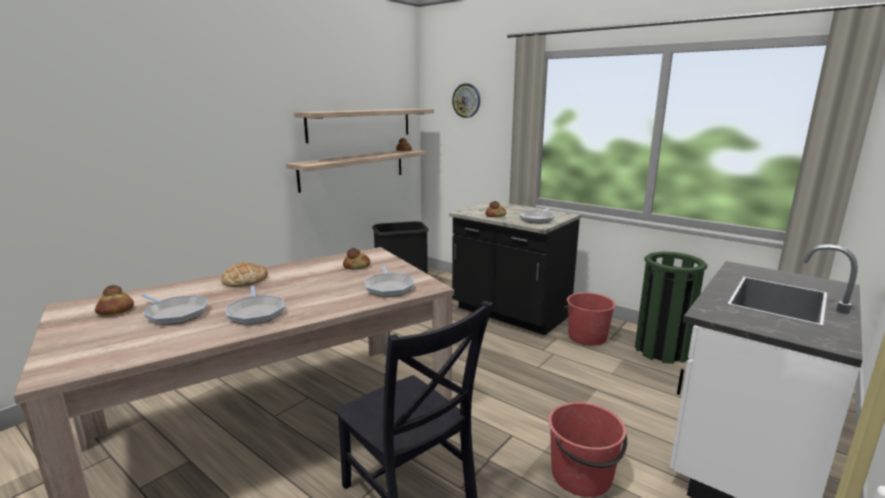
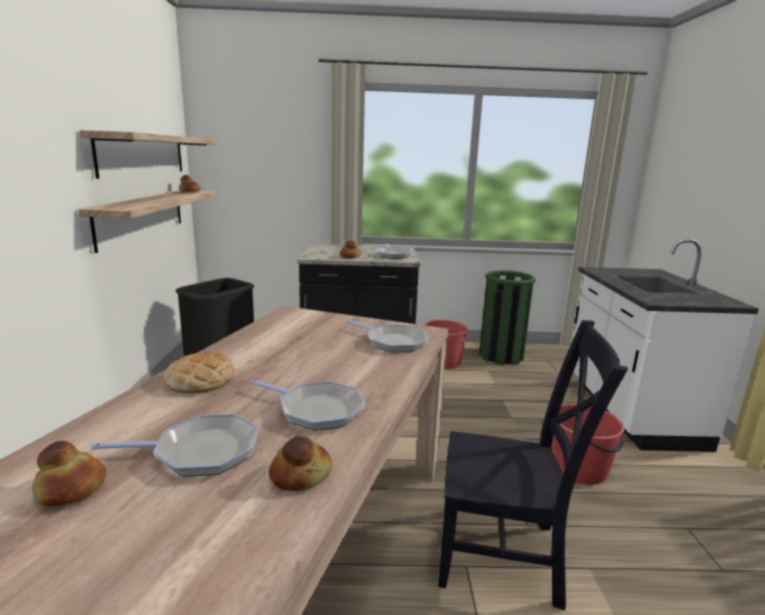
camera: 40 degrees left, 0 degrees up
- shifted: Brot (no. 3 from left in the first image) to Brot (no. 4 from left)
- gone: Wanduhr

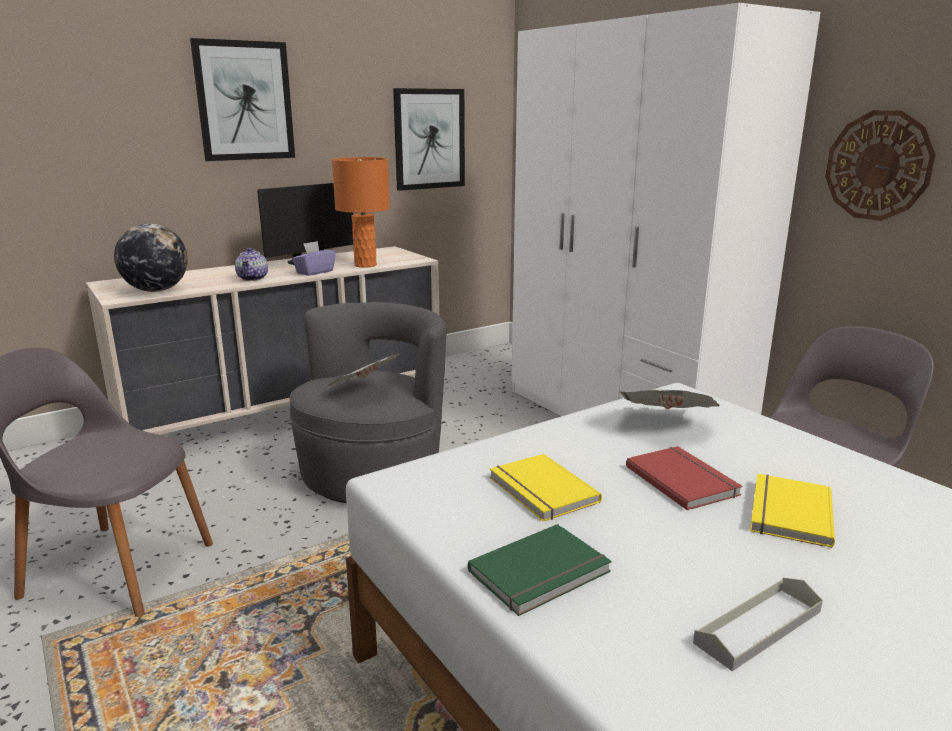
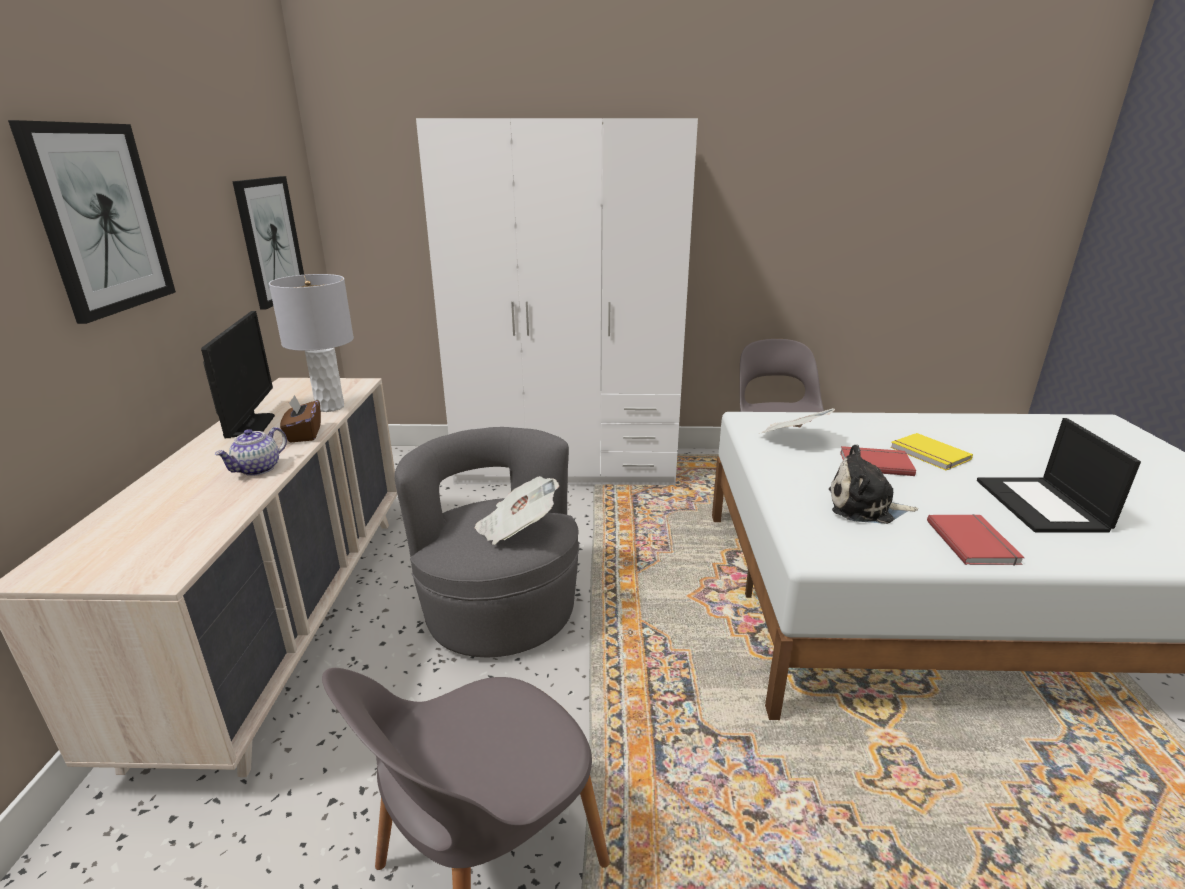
camera: 55 degrees left, 5 degrees up
- gone: Globus
- rotated: Teekanne 90 degrees clockwise
- repainted: Taschentuchbox (lila) to Taschentuchbox (braun)
- repainted: Tischlampe (orange) to Tischlampe (grau)
- repainted: Buch (grün) to Buch (rot) (no. 2 from left)
- swapped: Buch (gelb) (no. 1 from left) to Plüschtier
- swapped: Tablett (grau) to Laptop
- gone: Wanduhr

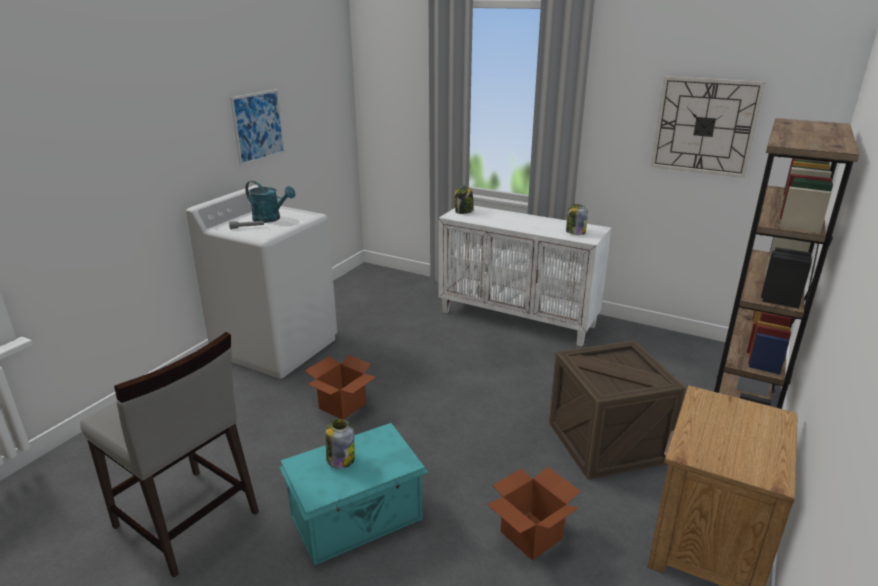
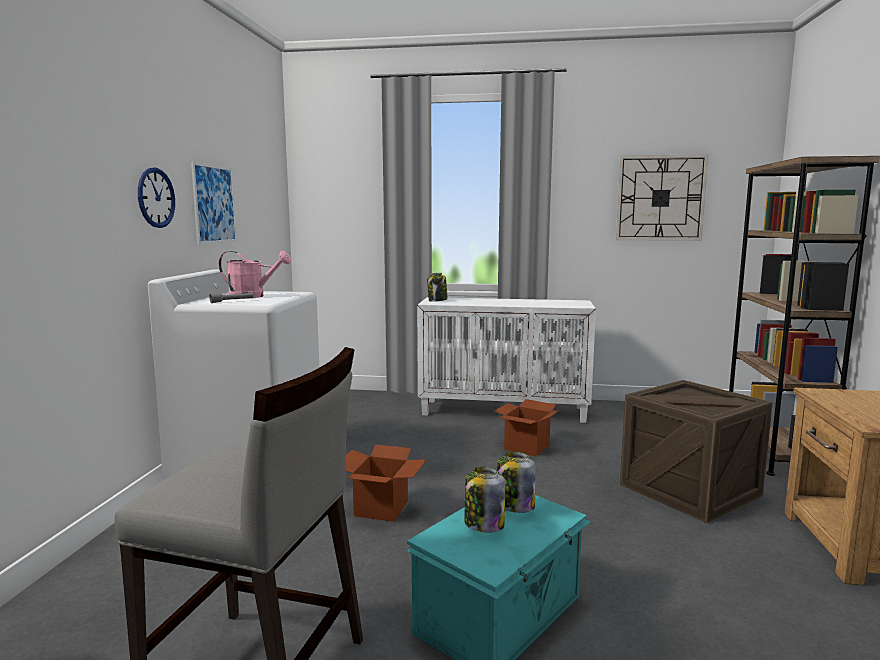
camera: 20 degrees left, 15 degrees down
- repainted: Gießkanne (türkis) to Gießkanne (rosa)
- shifted: Karton (no. 2 from left)
- shifted: Vorratsglas (no. 3 from left)
- new: Wanduhr (no. 1 from left)

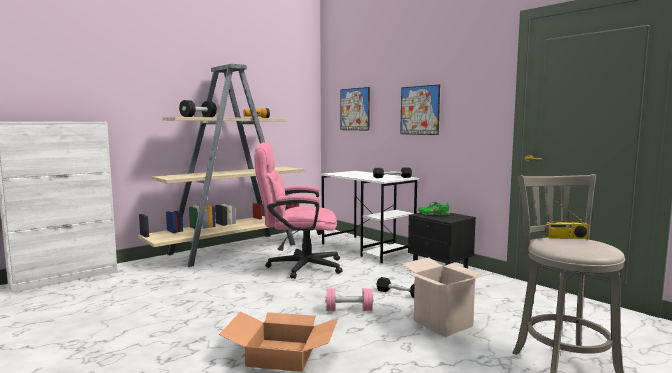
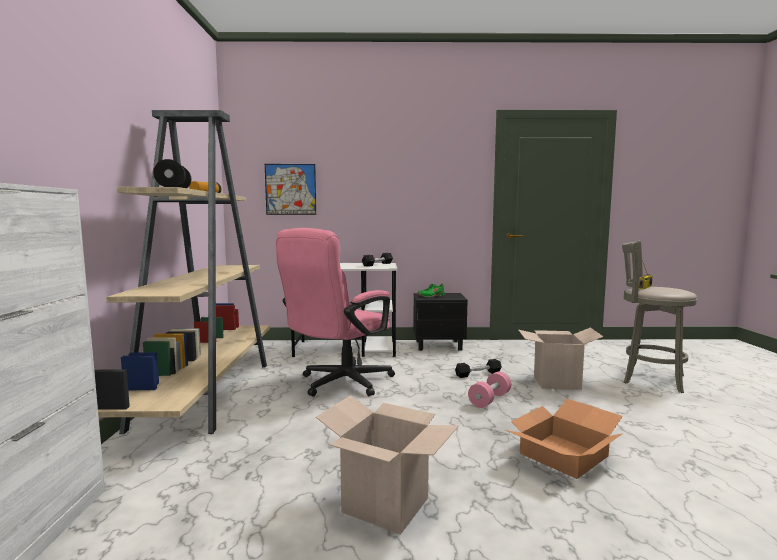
camera: 50 degrees left, 0 degrees up
- gone: Bild (no. 2 from left)
- new: Karton (no. 1 from left)

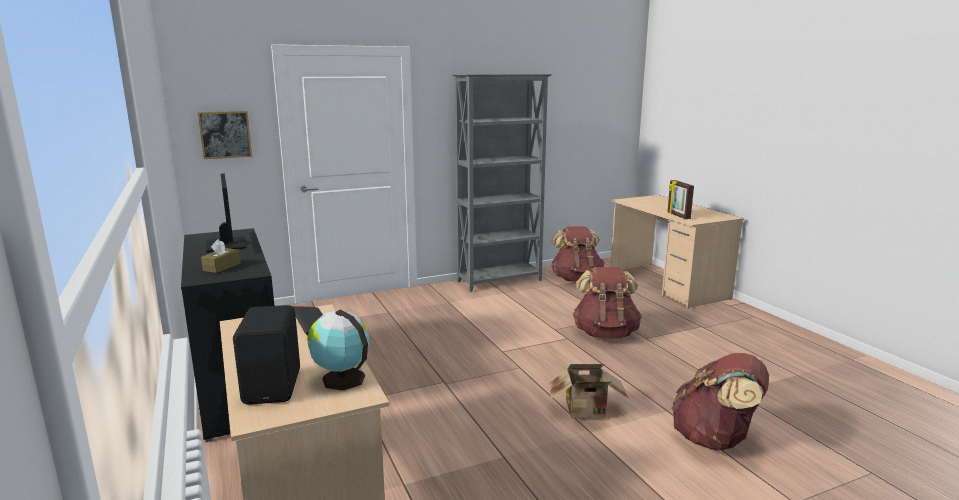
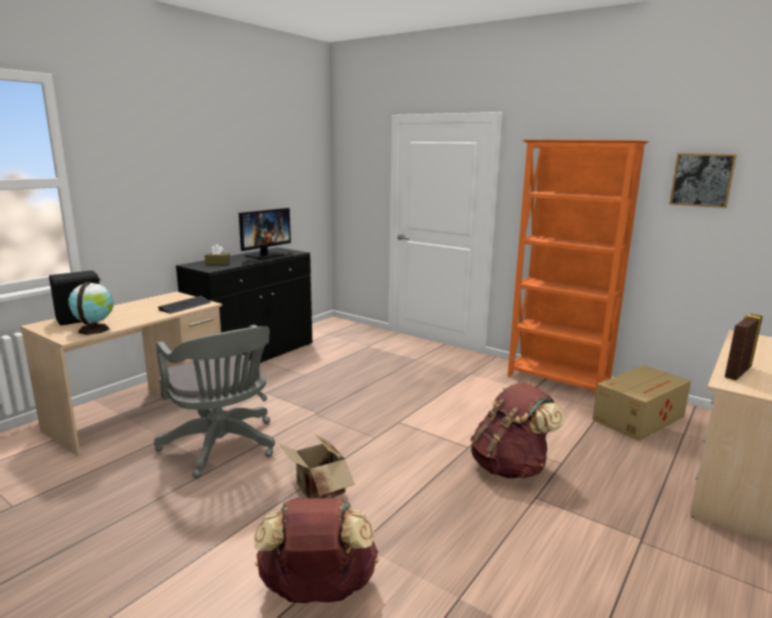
camera: 60 degrees right, 0 degrees up
- shifted: Bild
- repainted: Bücherregal (grau) to Bücherregal (orange)
- swapped: Rucksack (braun) (no. 1 from left) to Karton (no. 2 from left)
- new: Bürostuhl (grau)

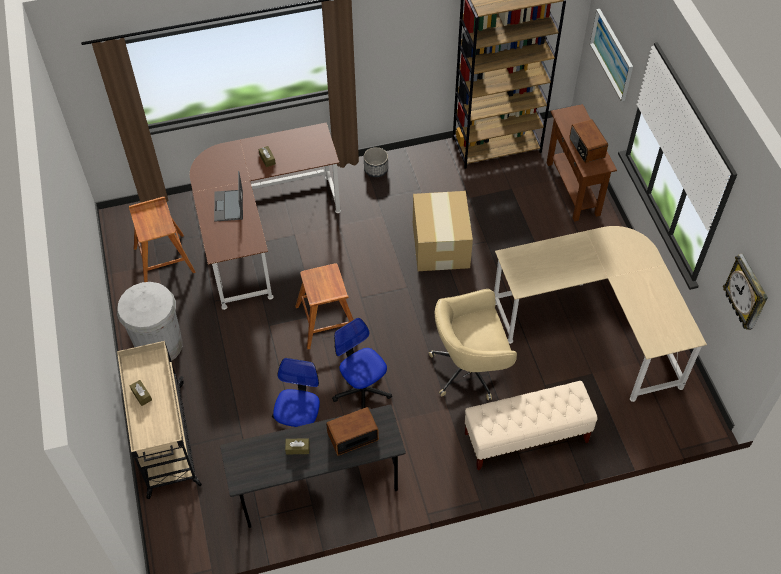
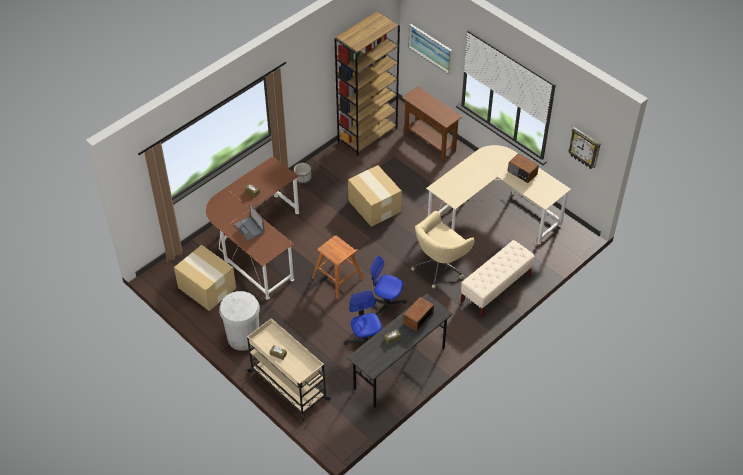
camera: 30 degrees left, 5 degrees down
- swapped: Hocker (braun) (no. 1 from left) to Karton (no. 1 from left)
- shifted: Radio (no. 2 from left)

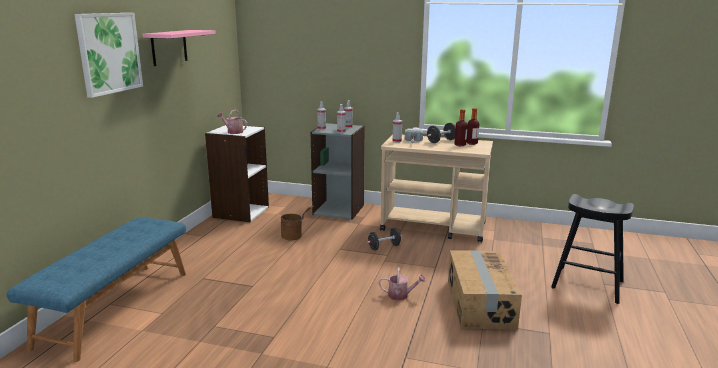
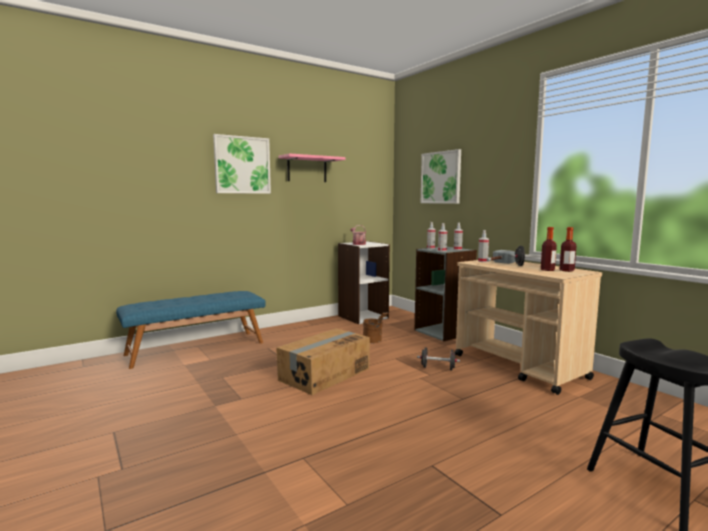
camera: 40 degrees right, 10 degrees down
- gone: Gießkanne (no. 2 from left)
- shifted: Karton
- new: Bild (no. 2 from left)

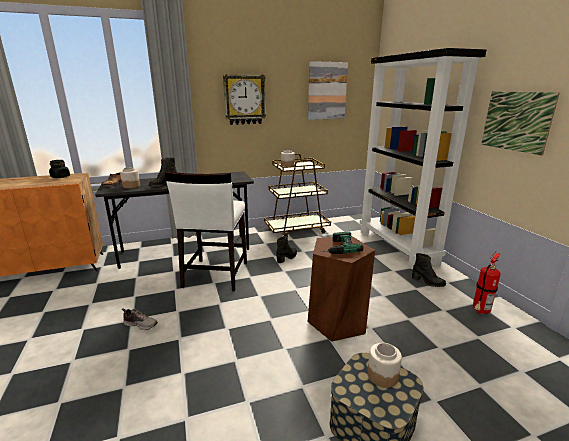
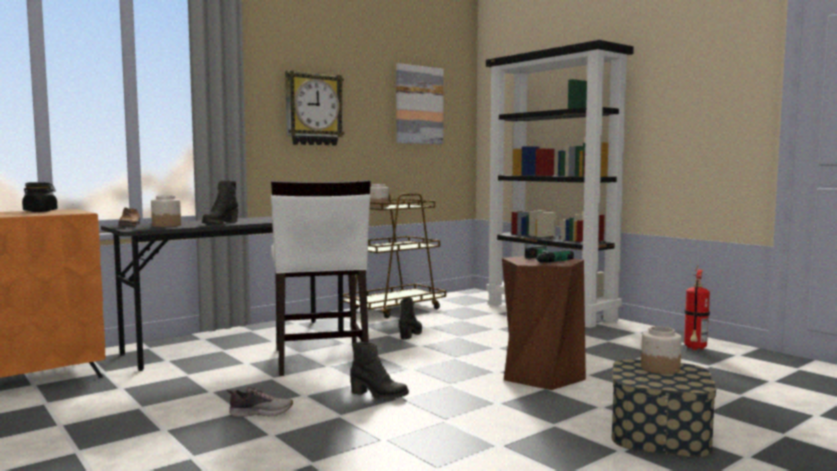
camera: 20 degrees left, 15 degrees down
- shifted: Stiefel (schwarz) (no. 3 from left in the first image) to Stiefel (schwarz) (no. 2 from left)
- gone: Bild (no. 2 from left)

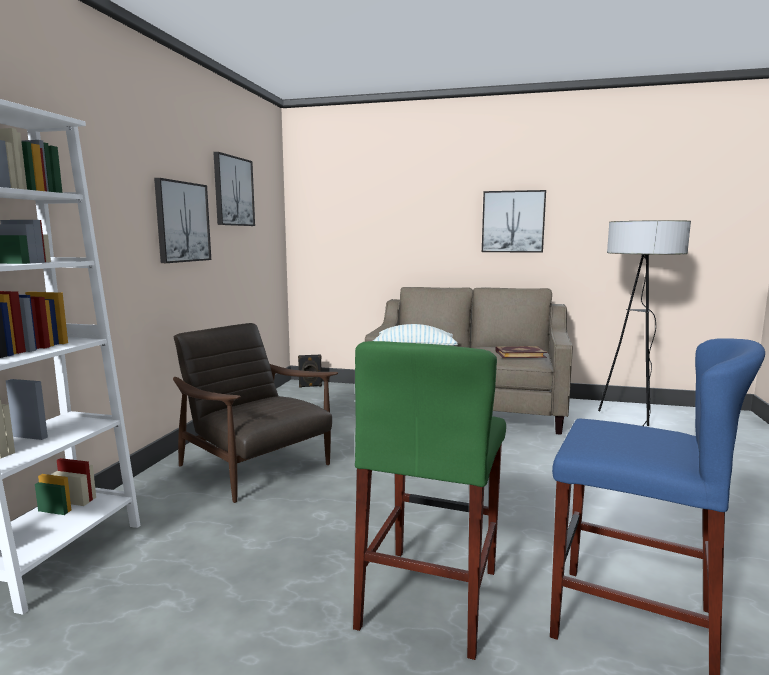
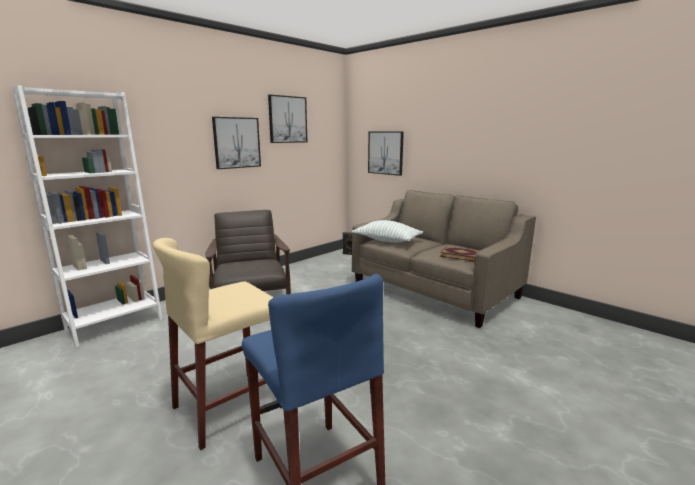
camera: 30 degrees right, 5 degrees up
- repainted: Hocker (grün) to Hocker (beige)
- shifted: Bild (no. 3 from left)
- gone: Stehlampe

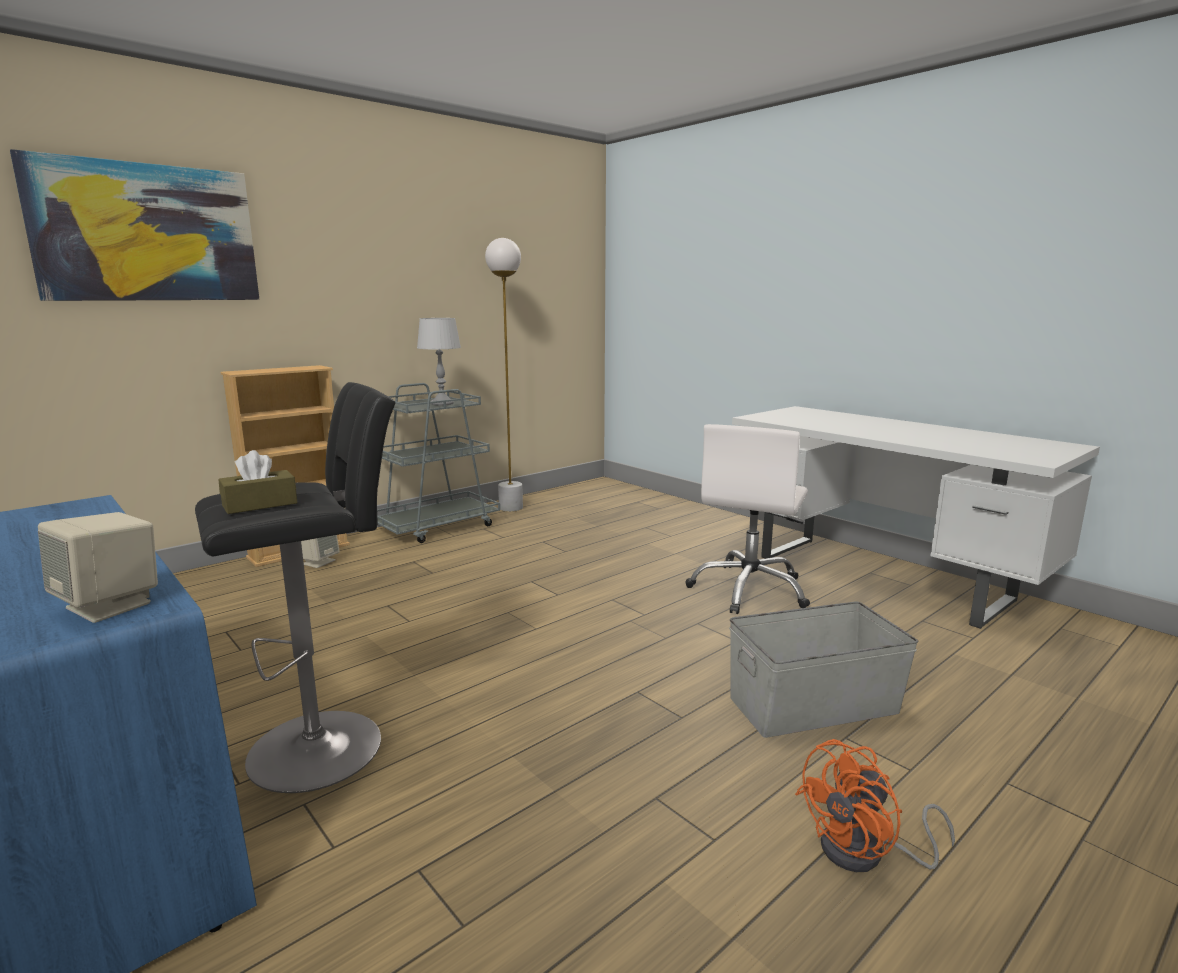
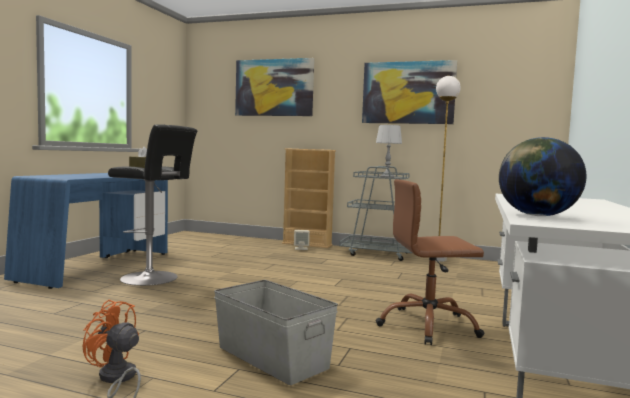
camera: 60 degrees right, 10 degrees down
- gone: Lautsprecher (beige) (no. 1 from left)
- repainted: Bürostuhl (weiß) to Bürostuhl (braun)
- new: Bild (no. 2 from left)
- new: Globus

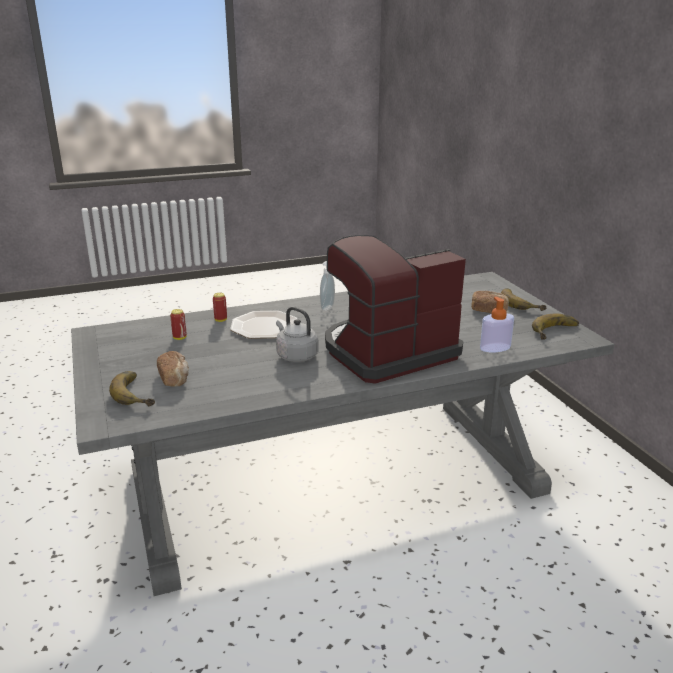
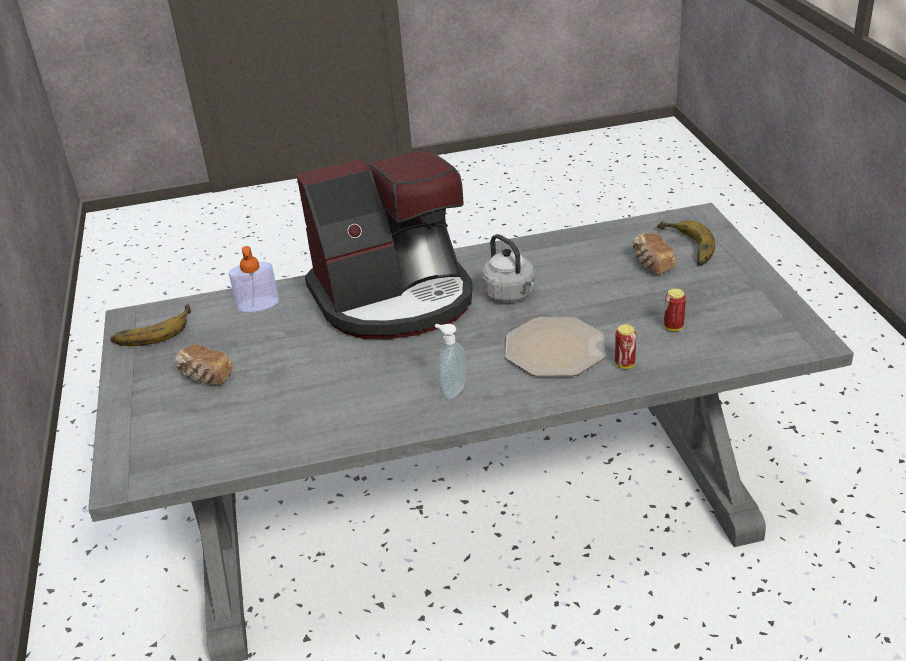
camera: 170 degrees left, 10 degrees up
- gone: Banane (no. 2 from left)

